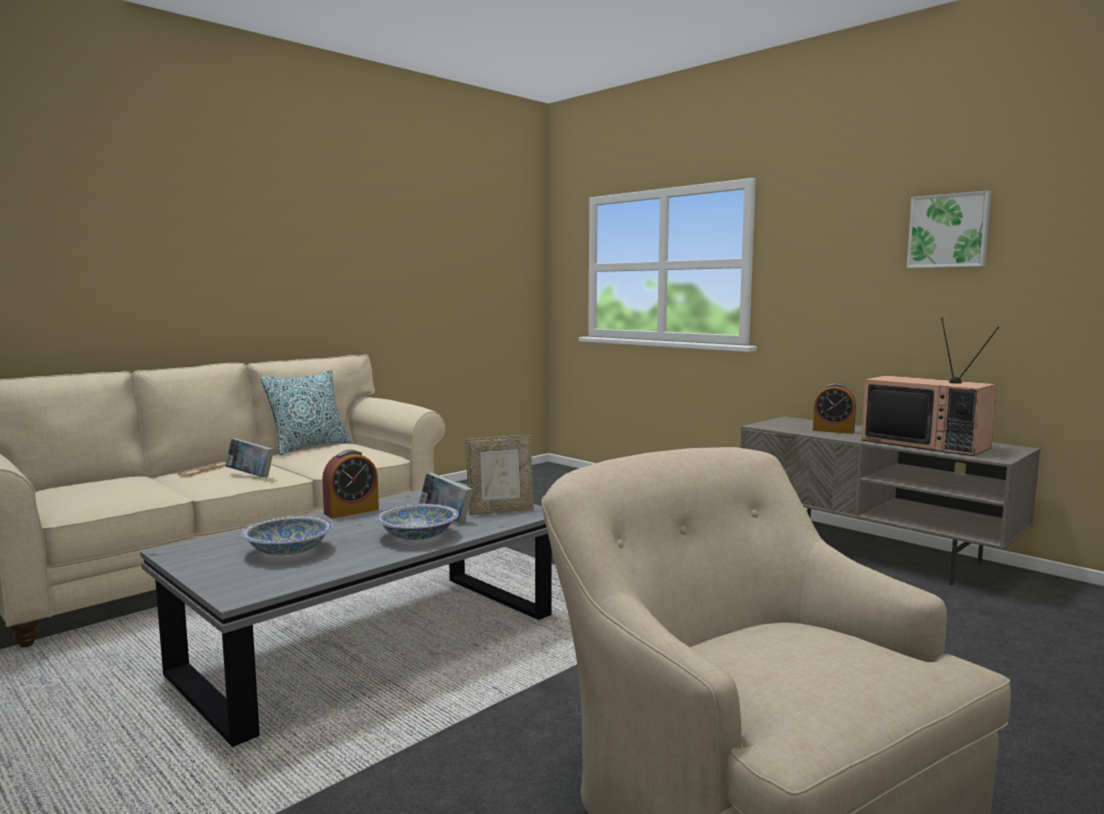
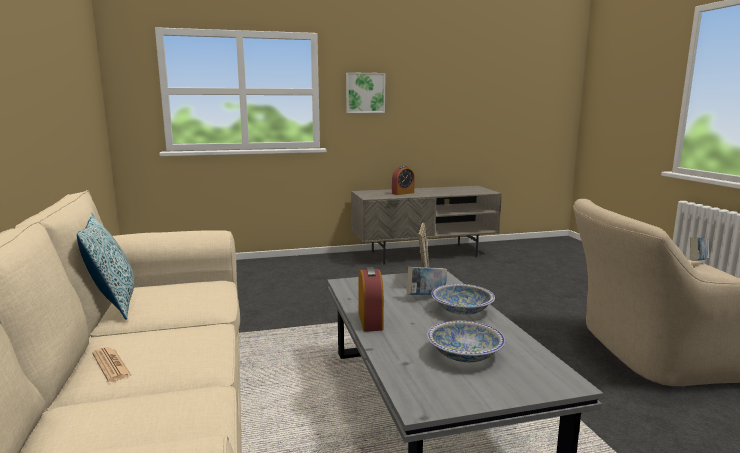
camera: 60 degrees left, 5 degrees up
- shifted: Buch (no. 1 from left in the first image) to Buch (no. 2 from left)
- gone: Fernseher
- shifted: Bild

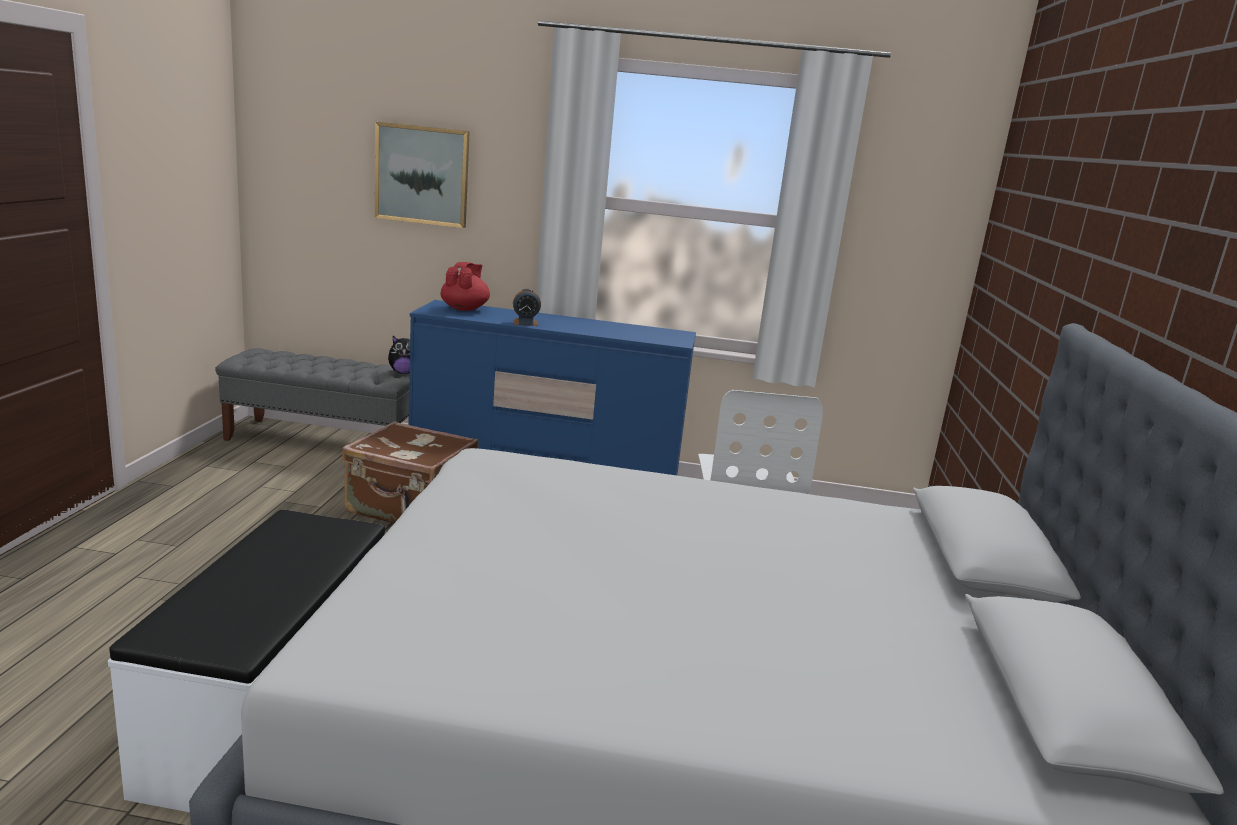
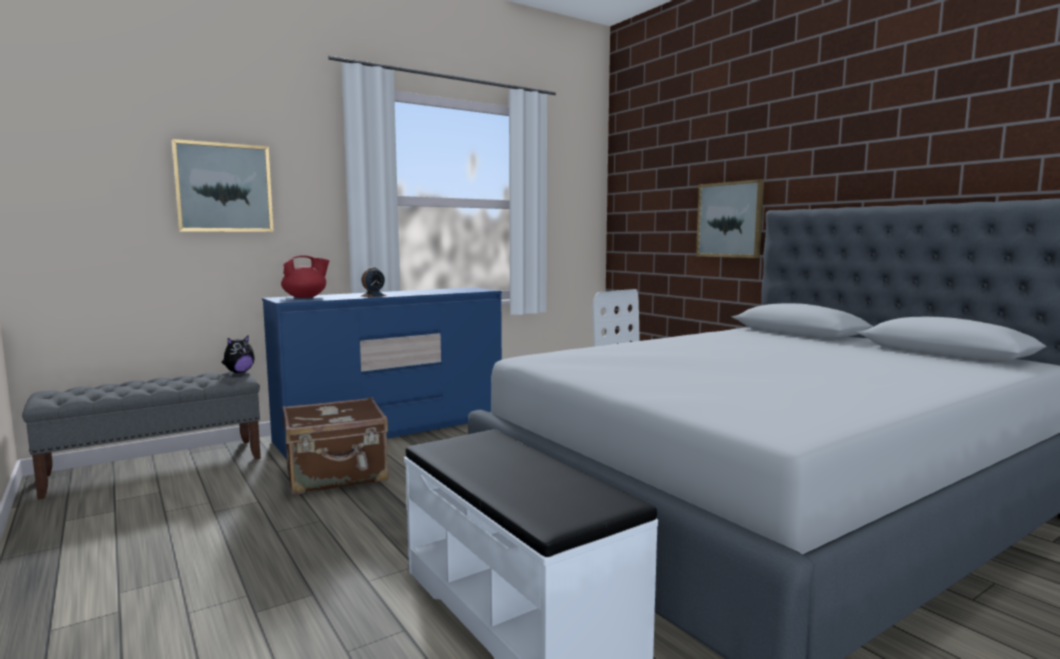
camera: 40 degrees left, 10 degrees down
- rotated: Teekanne (rot) 90 degrees clockwise
- new: Bild (no. 2 from left)

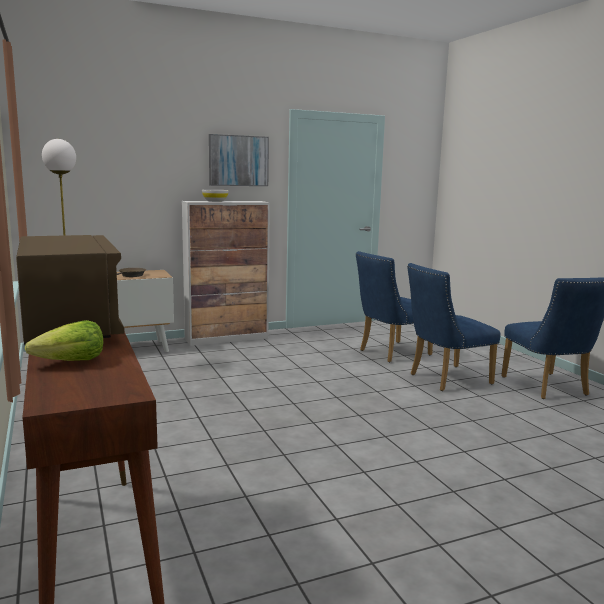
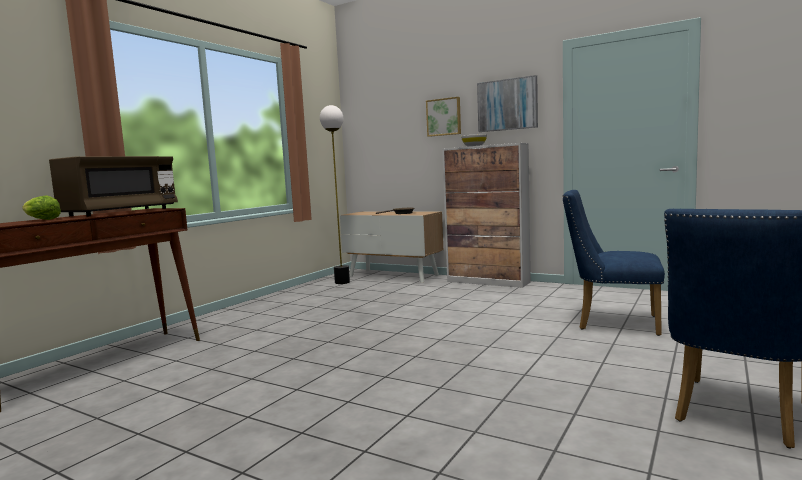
camera: 55 degrees right, 5 degrees down
- gone: Stuhl (blau) (no. 2 from left)
- new: Bild (no. 1 from left)

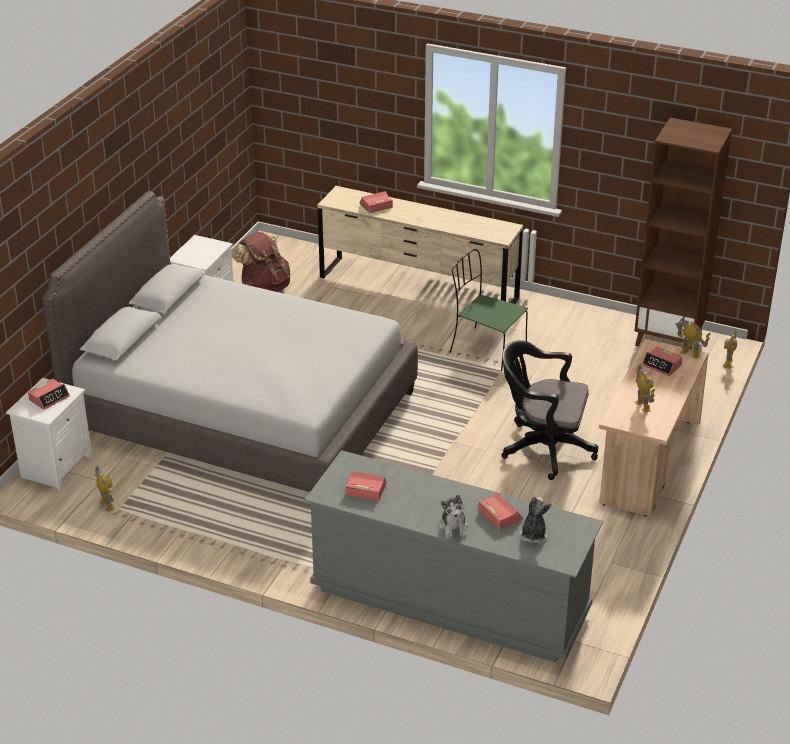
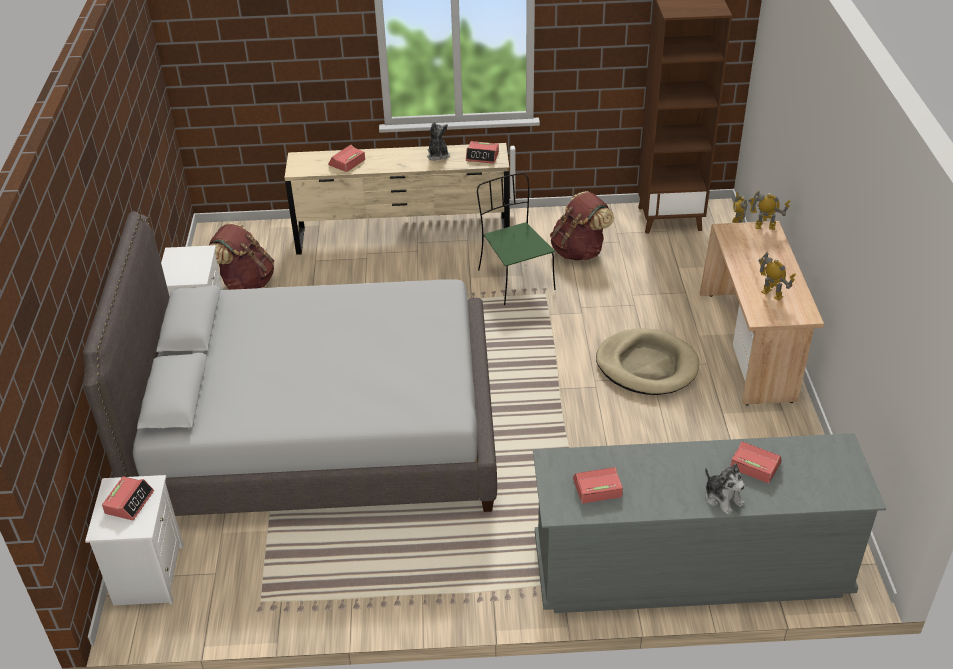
camera: 25 degrees left, 5 degrees up
- gone: Spielzeugroboter (no. 1 from left)
- rotated: Stuhl (grün) 60 degrees clockwise
- swapped: Bürostuhl (schwarz) to Hundebett (beige)
- shifted: Plüschtier (no. 2 from left in the first image) to Plüschtier (no. 1 from left)
- shifted: Wecker (no. 5 from left in the first image) to Wecker (no. 3 from left)
- new: Rucksack (braun) (no. 2 from left)

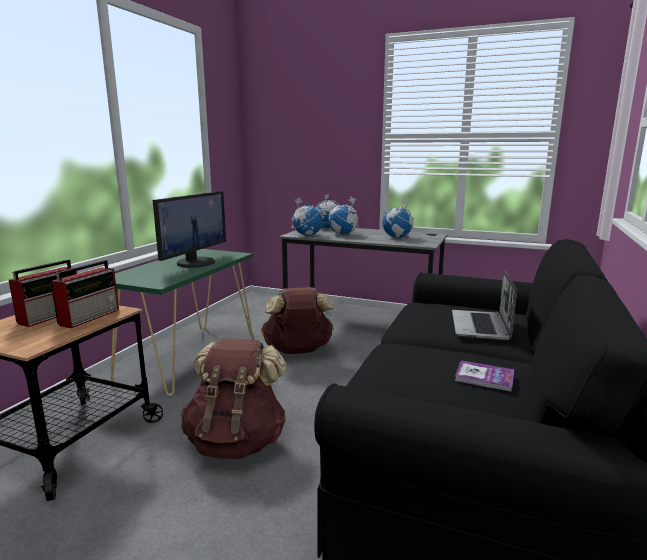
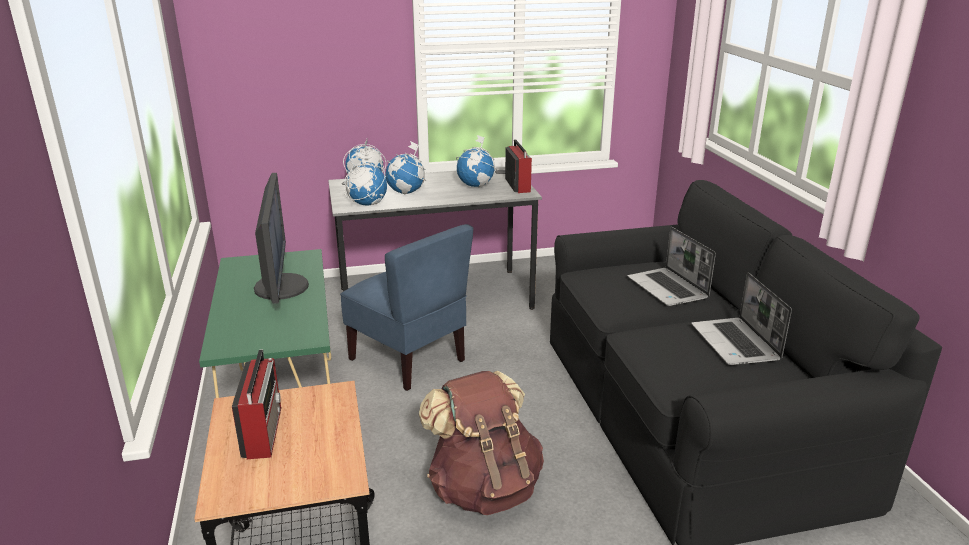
camera: 35 degrees left, 10 degrees up
- shifted: Radio (no. 2 from left)
- swapped: Rucksack (braun) (no. 2 from left) to Stuhl (blau)
- swapped: Buch to Laptop (no. 2 from left)

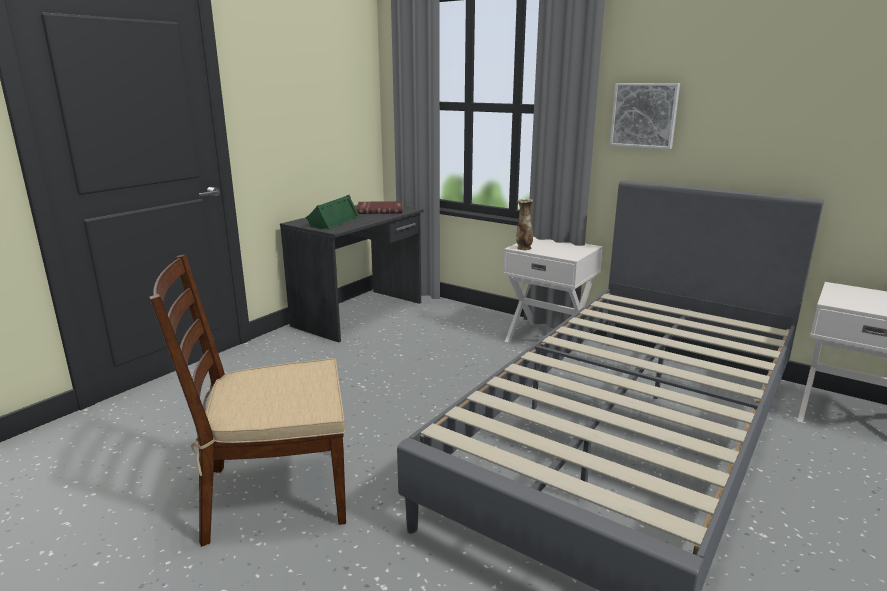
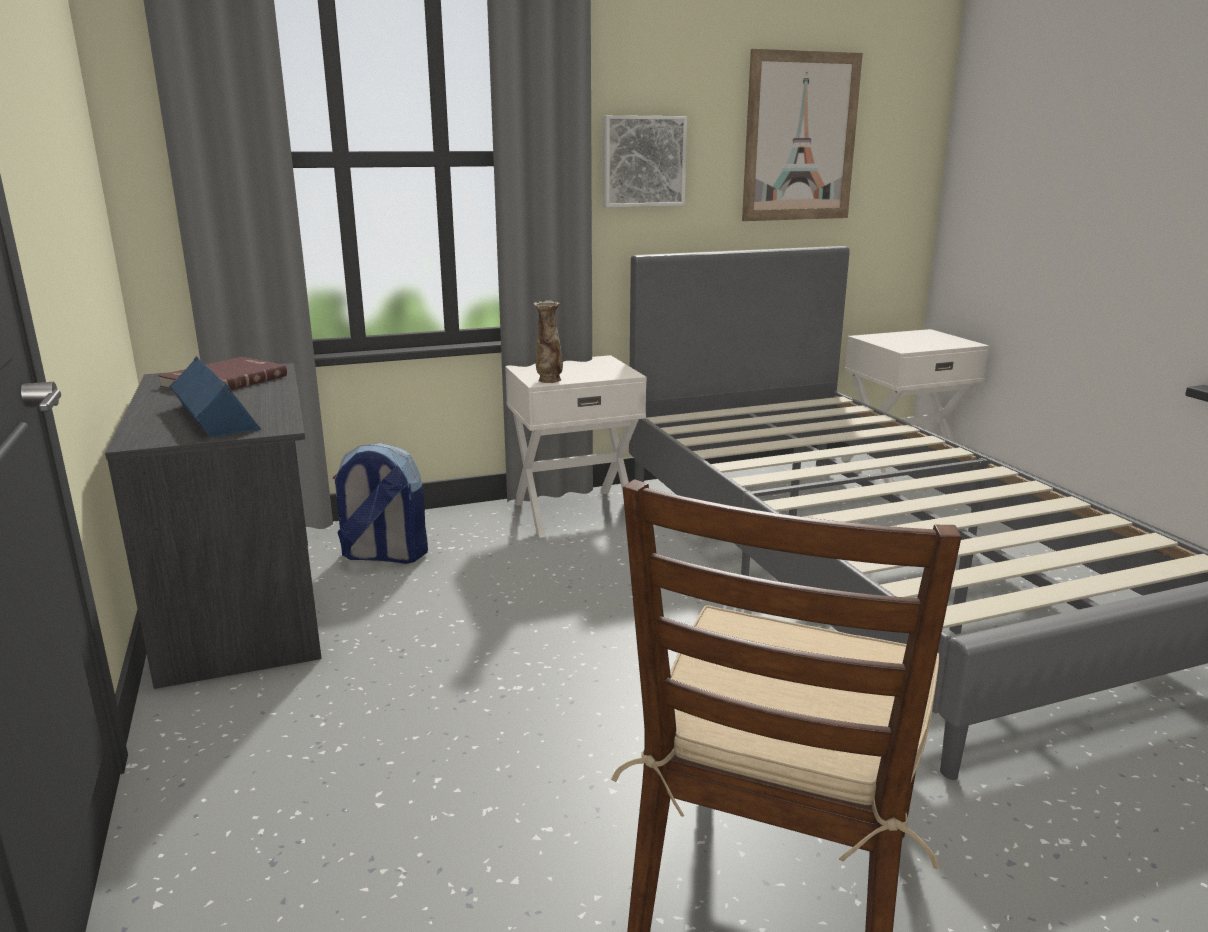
camera: 55 degrees left, 0 degrees up
- repainted: Lautsprecher (grün) to Lautsprecher (blau)
- new: Rucksack
- new: Bild (no. 2 from left)

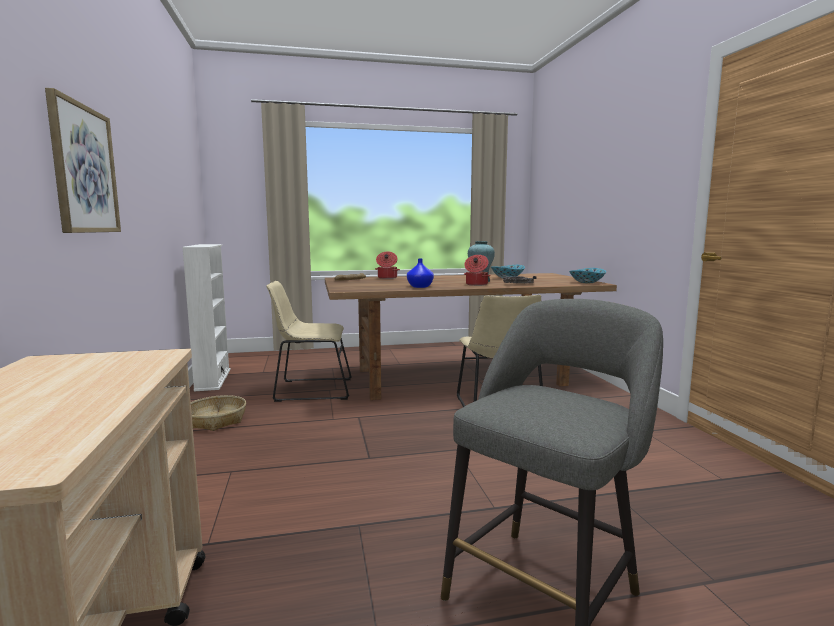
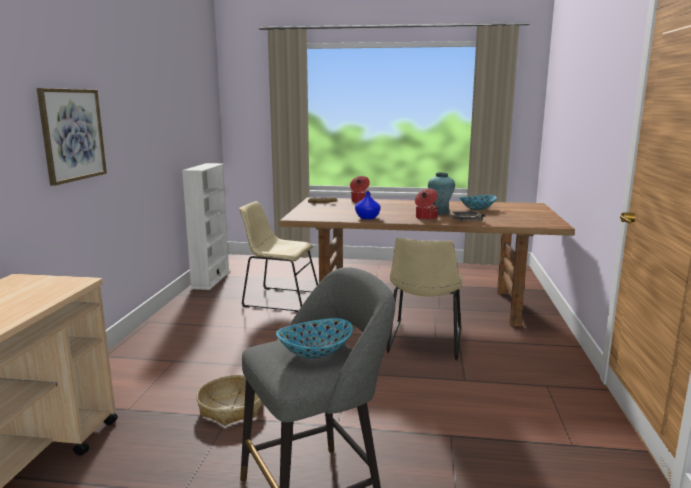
camera: 20 degrees right, 5 degrees up
- shifted: Korb
- shifted: Schüssel (no. 2 from left in the first image) to Schüssel (no. 1 from left)

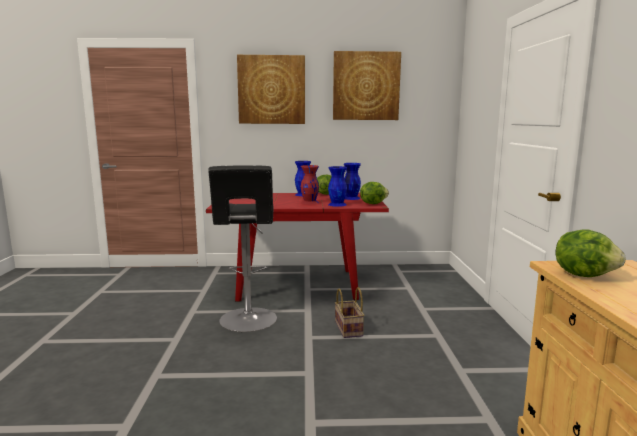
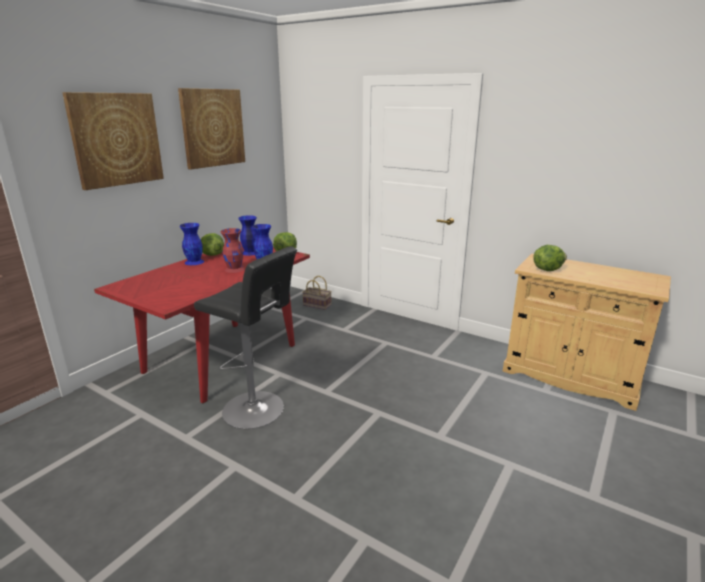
camera: 55 degrees left, 10 degrees up
- shifted: Korb

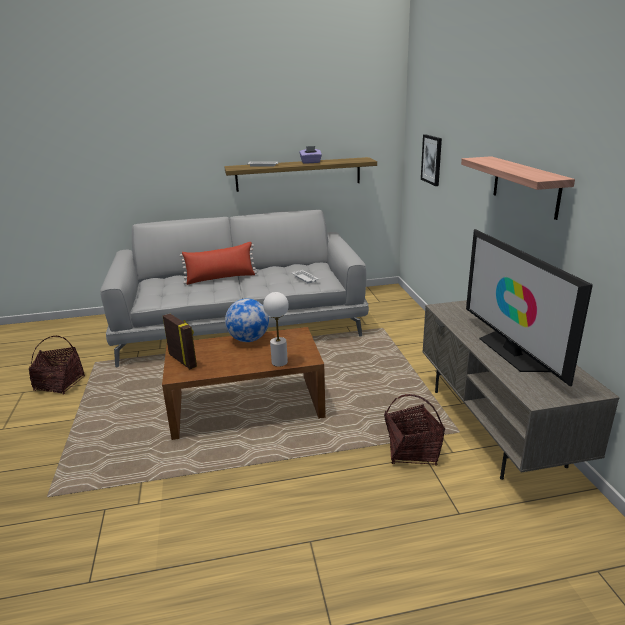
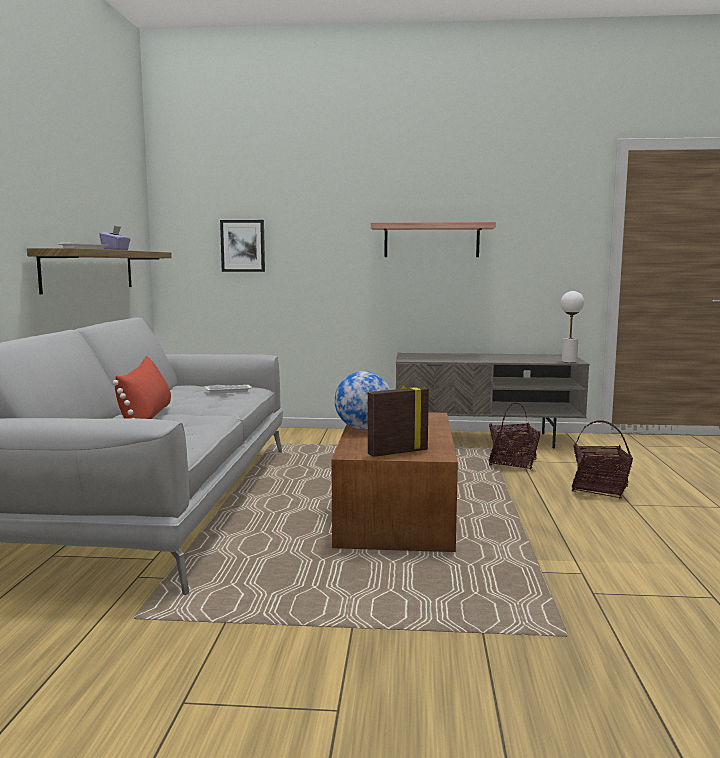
camera: 75 degrees left, 15 degrees down
- shifted: Korb (no. 1 from left in the first image) to Korb (no. 2 from left)
- shifted: Tischlampe (weiß)
- gone: Fernseher

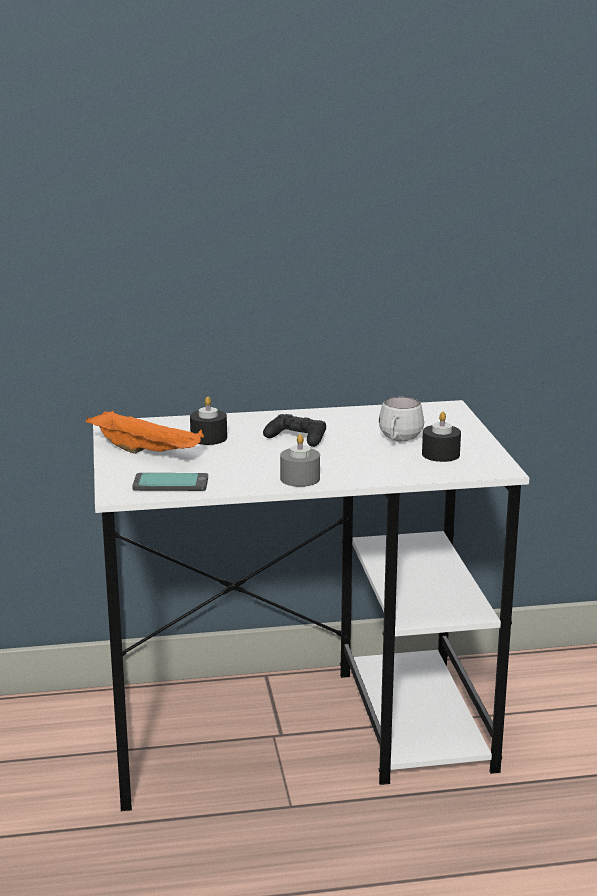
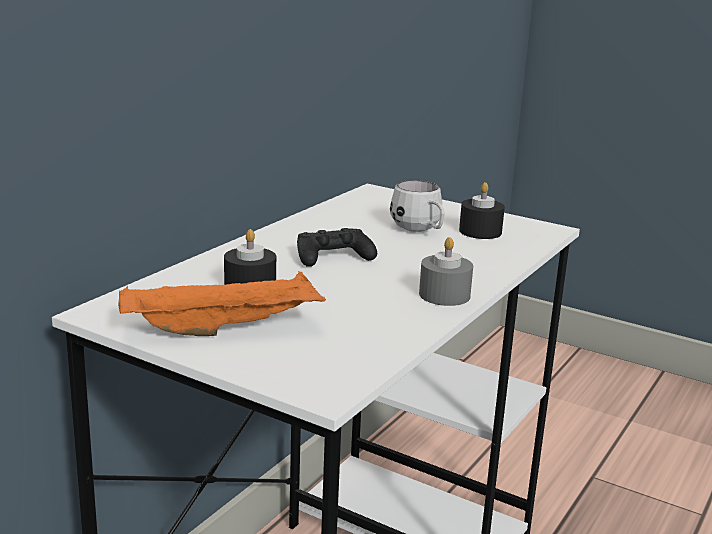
camera: 50 degrees left, 0 degrees up
- gone: Handy

